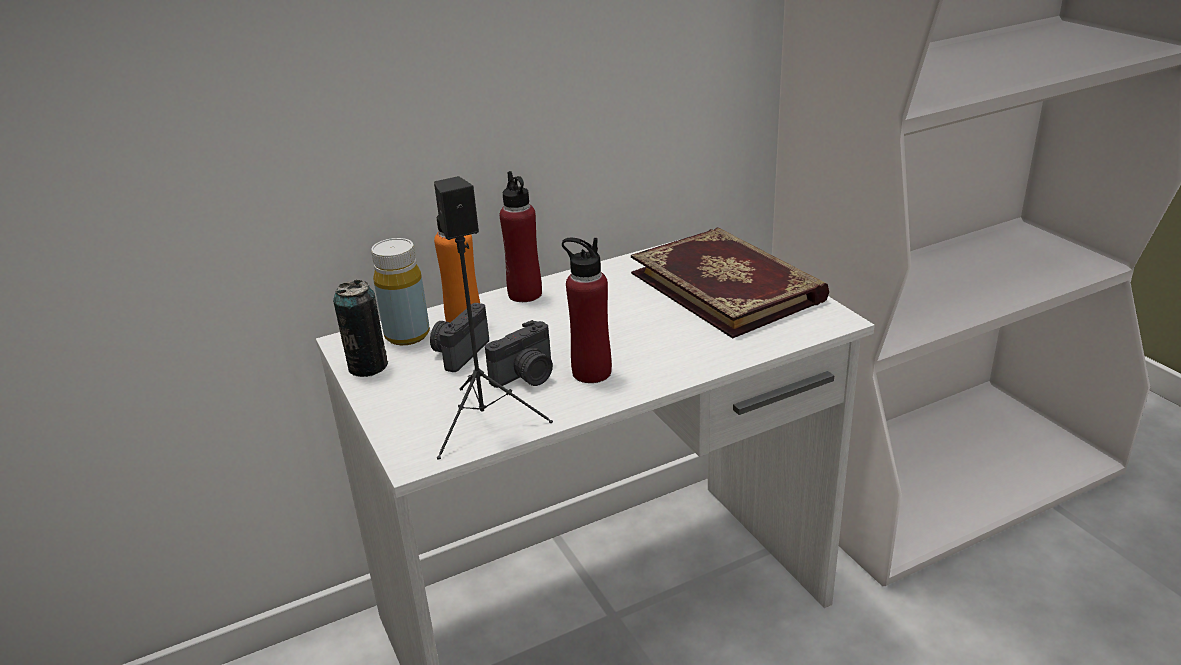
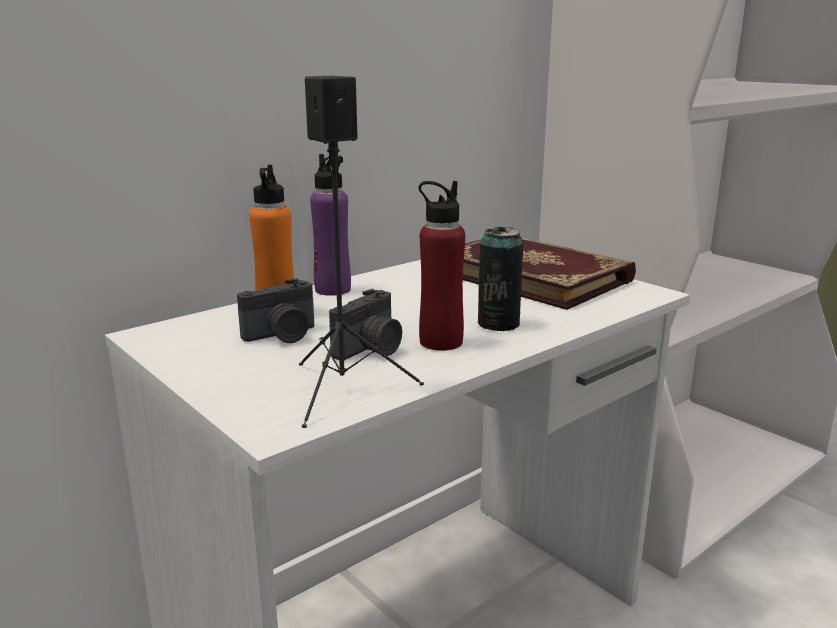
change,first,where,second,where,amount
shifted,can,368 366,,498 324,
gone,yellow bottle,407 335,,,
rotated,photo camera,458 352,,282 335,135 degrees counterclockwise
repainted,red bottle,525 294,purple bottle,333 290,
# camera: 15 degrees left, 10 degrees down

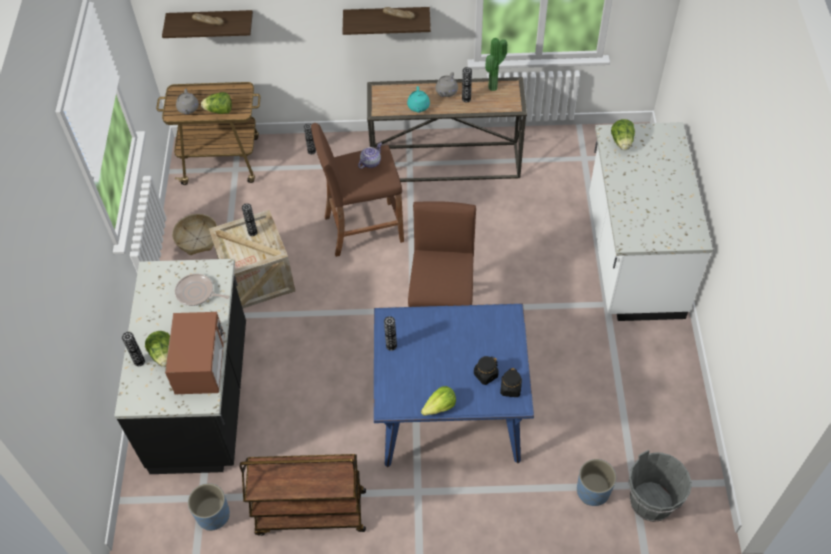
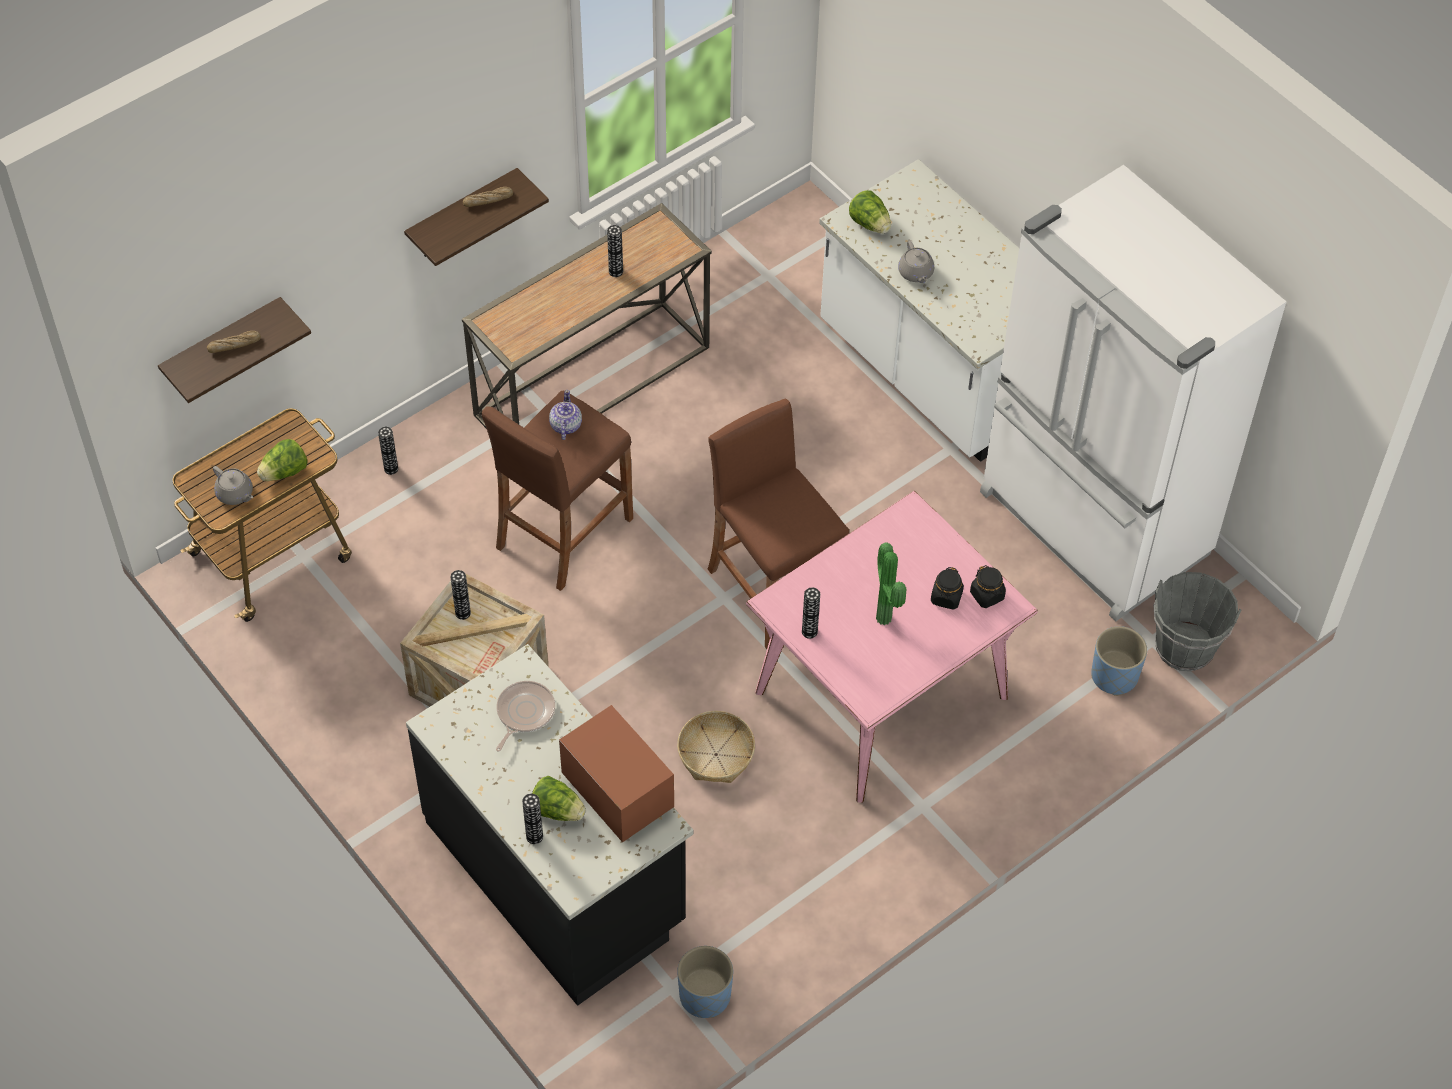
change,first,where,second,where,amount
shifted,basket,197 238,,715 754,
rotated,frying pan,197 293,,523 713,135 degrees clockwise
gone,brown cart,310 513,,,
repainted,blue dining table,451 414,pink dining table,882 693,
gone,turquoise teapot,418 107,,,
gone,lettuce,439 407,,,
shifted,grey teapot,446 92,,916 273,
shifted,potted plant,494 88,,886 617,
new,,,white fridge,1092 526,
# camera: 40 degrees left, 0 degrees up

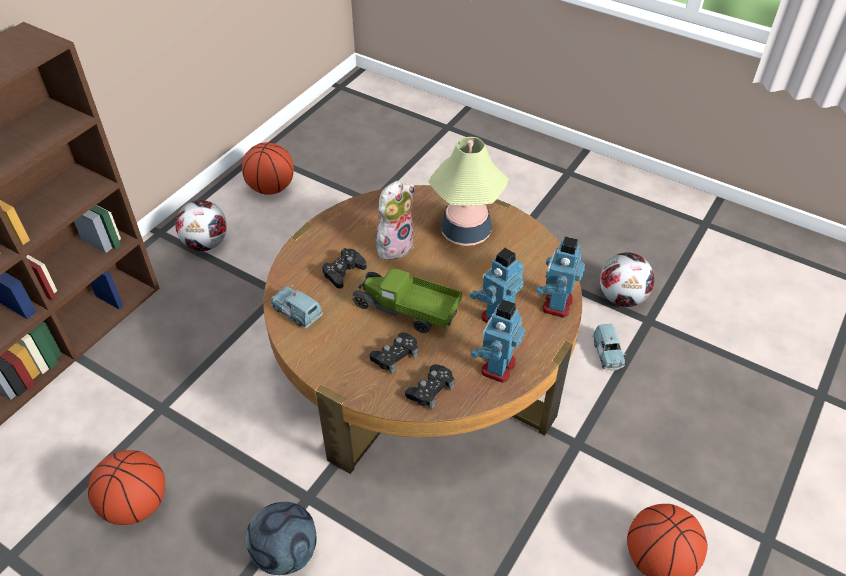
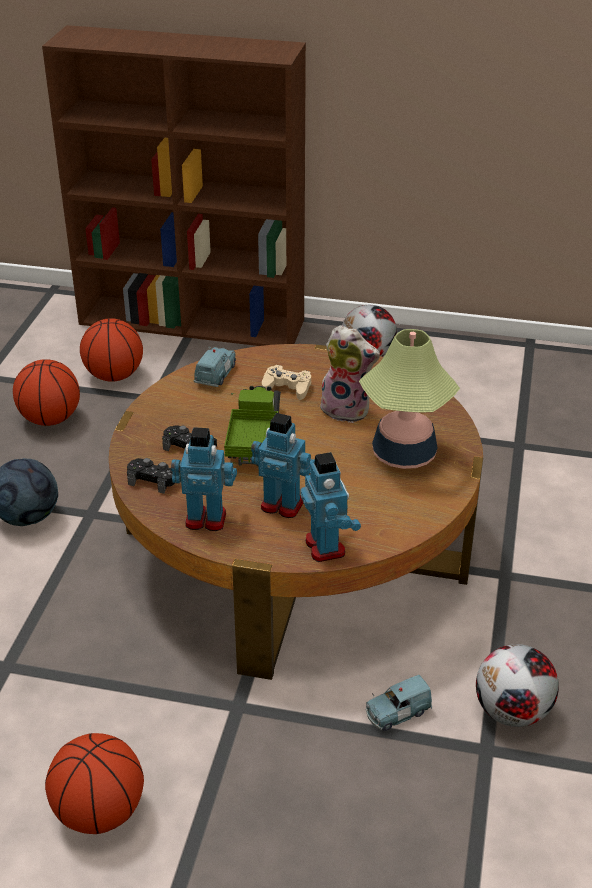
change,first,where,second,where,amount
shifted,basketball,271 188,,114 376,
repainted,black game controller,343 271,beige game controller,287 387,
rotated,toy robot,556 304,,326 547,75 degrees clockwise
# camera: 70 degrees right, 10 degrees down

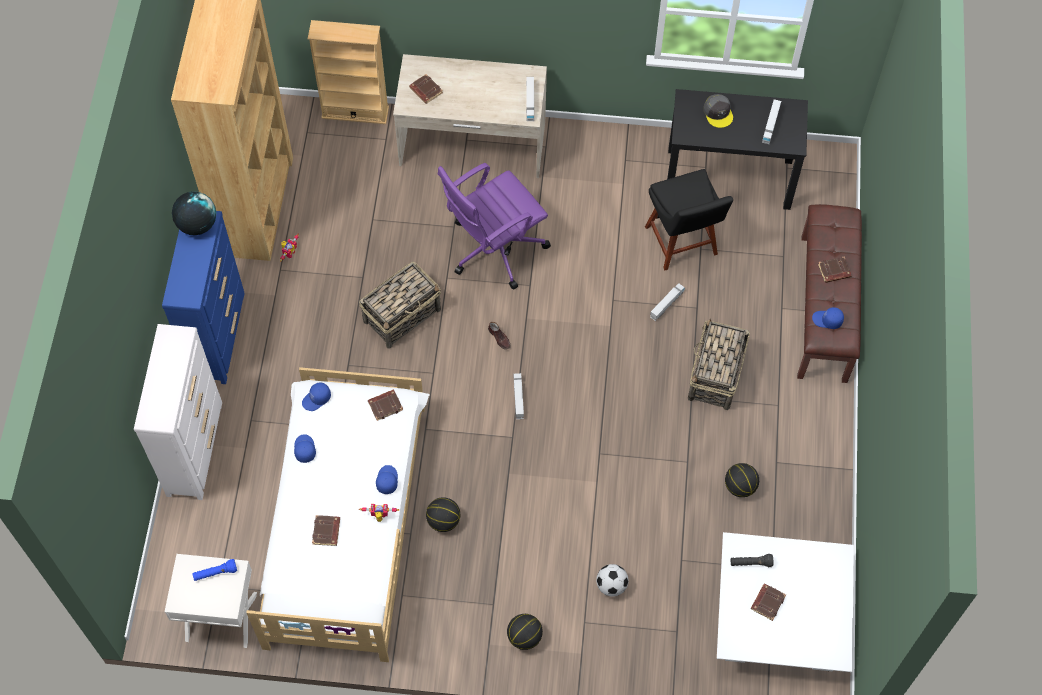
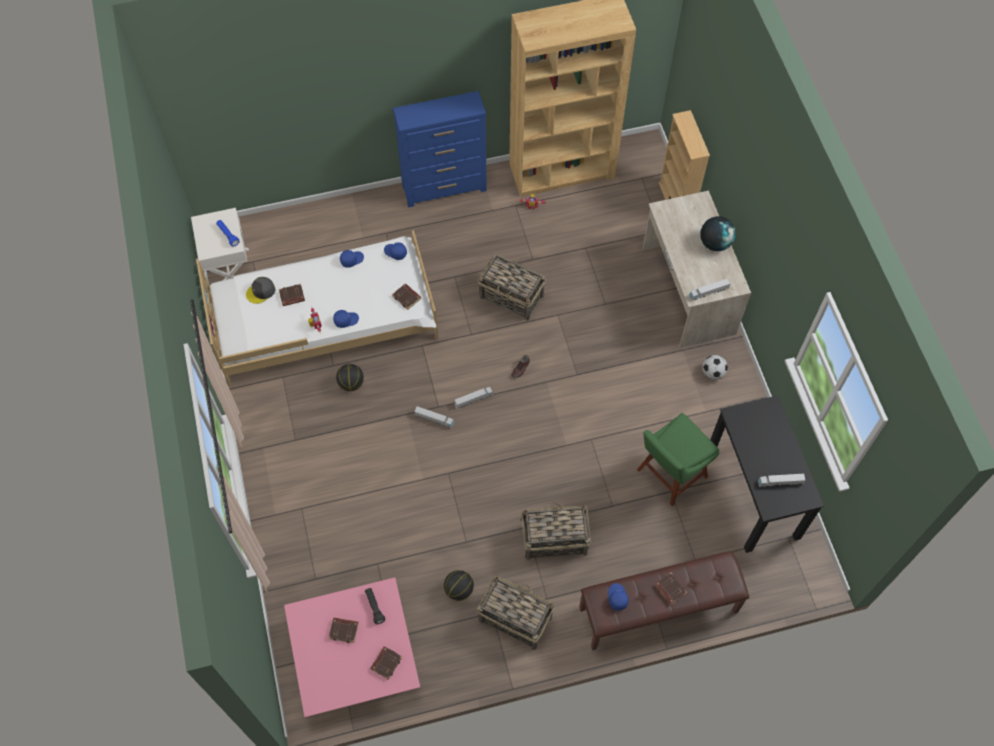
change,first,where,second,where,amount
gone,white dresser,195 447,,,
shifted,globe,197 224,,715 243,
shifted,brown book,425 90,,386 663,
gone,purple office chair,494 249,,,
gone,basketball,524 637,,,
shifted,football,611 585,,712 373,
repainted,black chair,682 243,green chair,669 475,
shifted,toy truck,667 304,,434 419,
shifted,grey cap,718 113,,261 292,
repainted,white coffee table,779 615,pink coffee table,354 654,
new,,,basket,514 618,
# camera: 70 degrees right, 0 degrees up

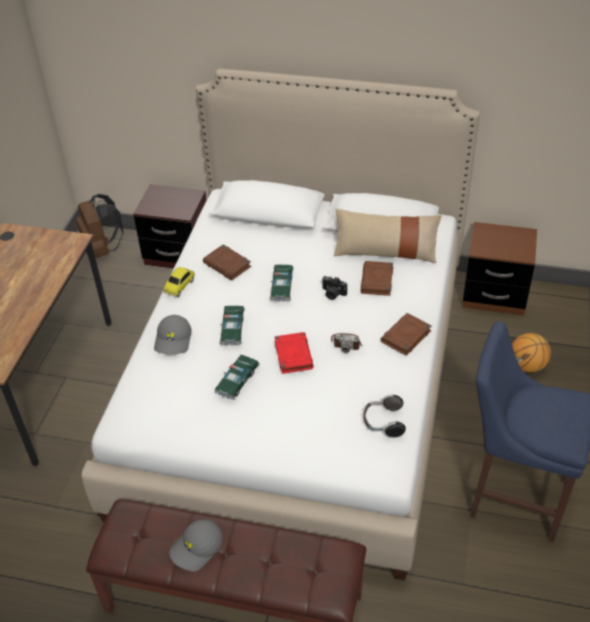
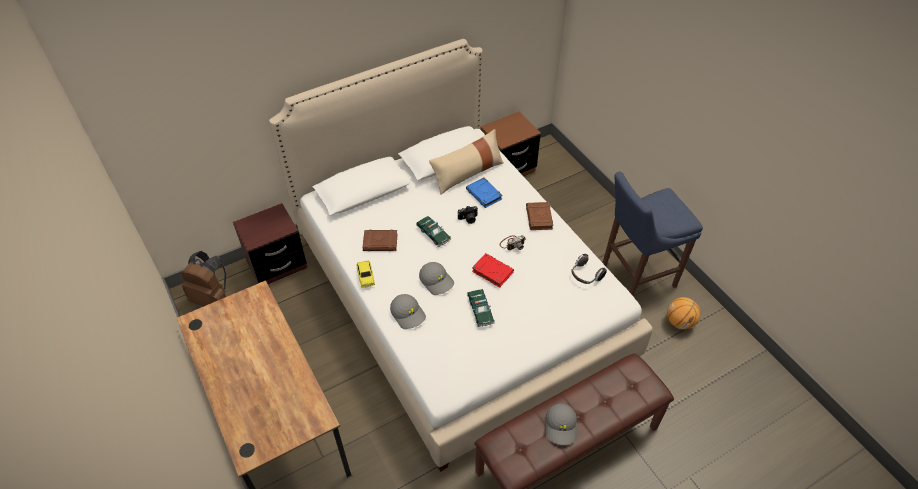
change,first,where,second,where,amount
swapped,toy car,232 329,grey cap,437 281,
repainted,brown book,377 281,blue book,484 194,
shifted,basketball,527 366,,680 322,
# camera: 45 degrees left, 5 degrees up

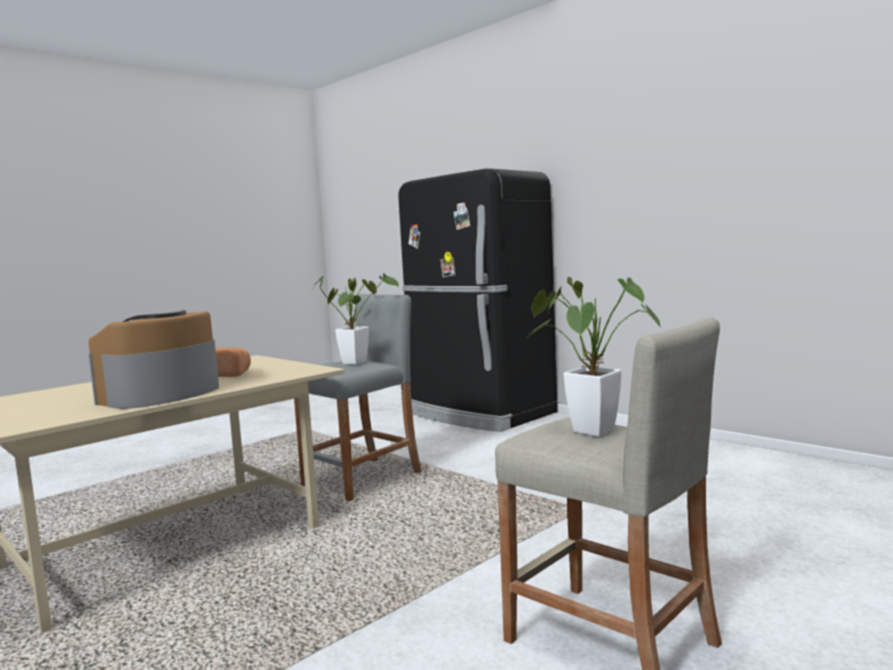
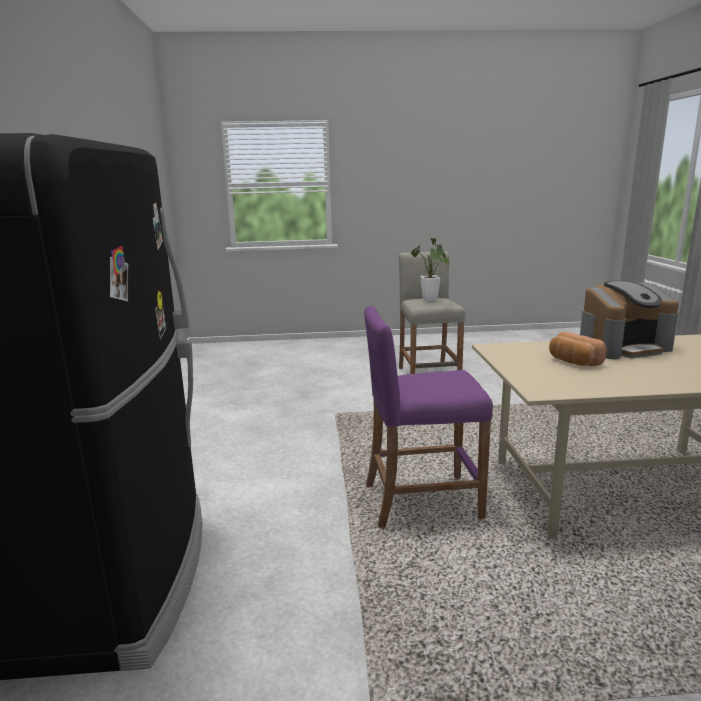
change,first,where,second,where,amount
repainted,grey stool,363 479,purple stool,421 501,
gone,potted plant,358 362,,,
# camera: 140 degrees left, 10 degrees up

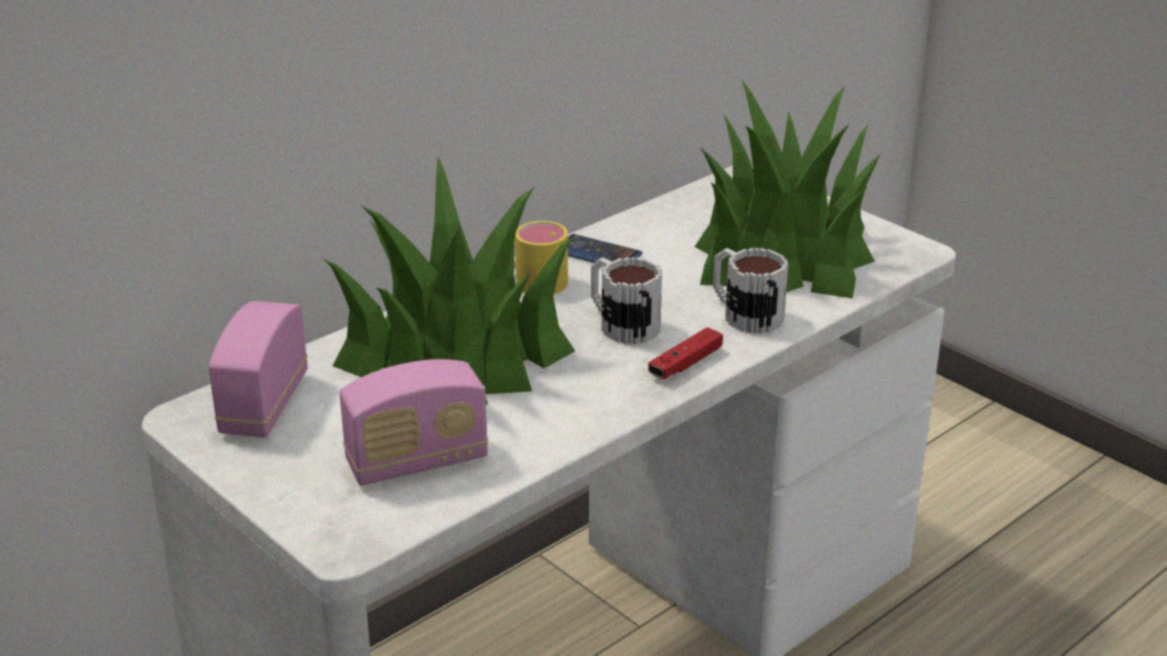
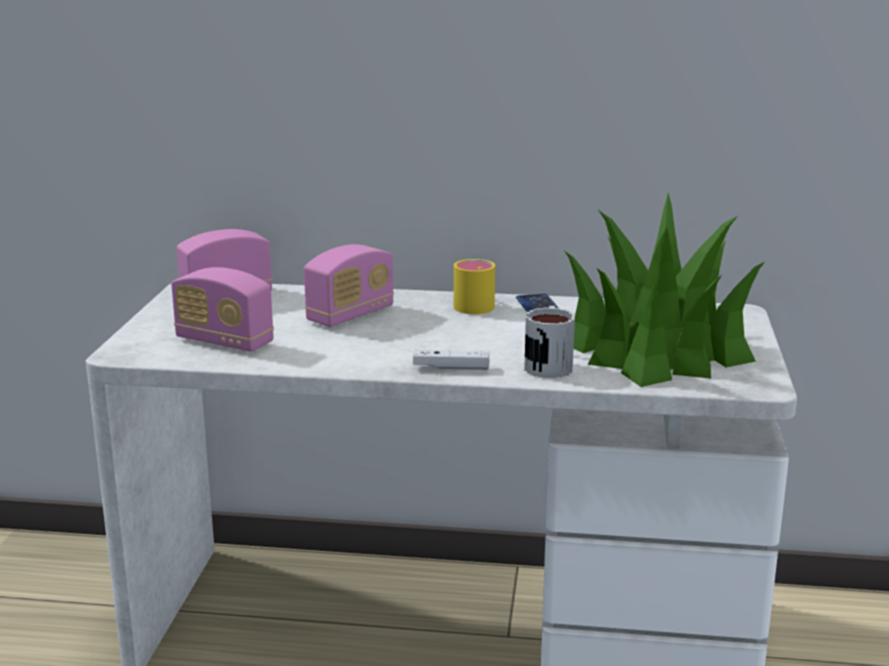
change,first,where,second,where,amount
swapped,potted plant,456 355,radio,350 315,
gone,mug,621 323,,,
repainted,red game controller,685 364,white game controller,451 368,
# camera: 50 degrees right, 10 degrees down

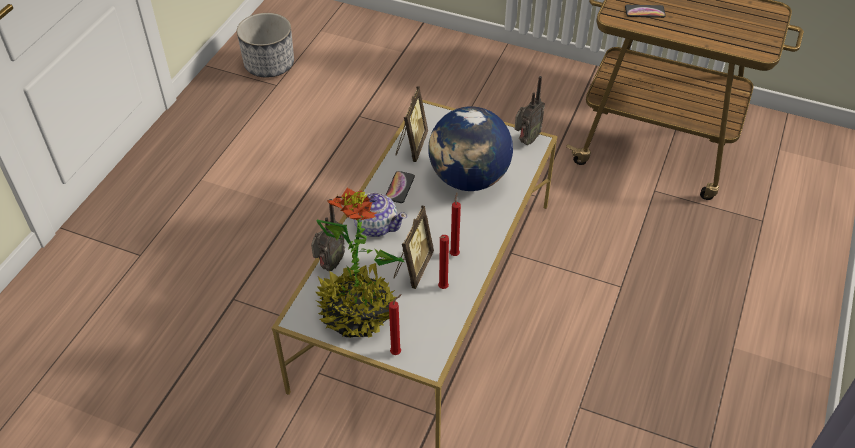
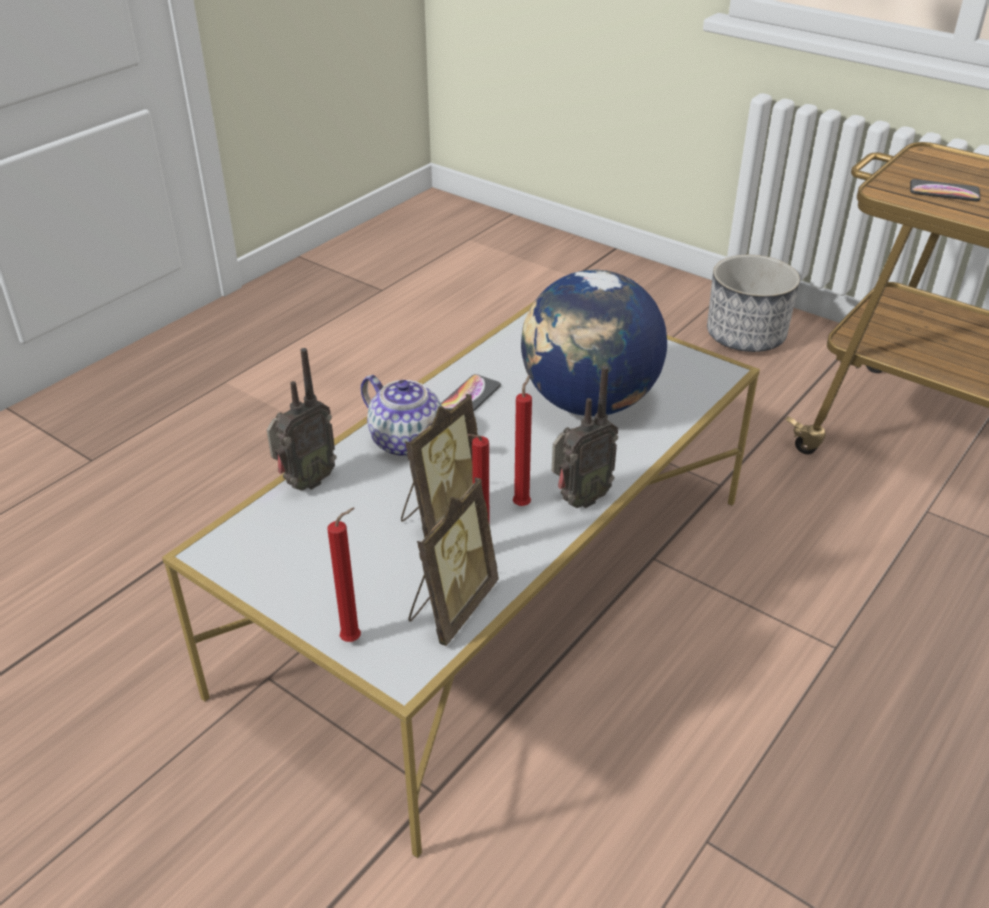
change,first,where,second,where,amount
shifted,planter,270 65,,746 336,
gone,potted plant,358 312,,,
shifted,picture frame,411 146,,451 607,
shifted,radio,526 140,,578 500,
# camera: 15 degrees right, 10 degrees down

